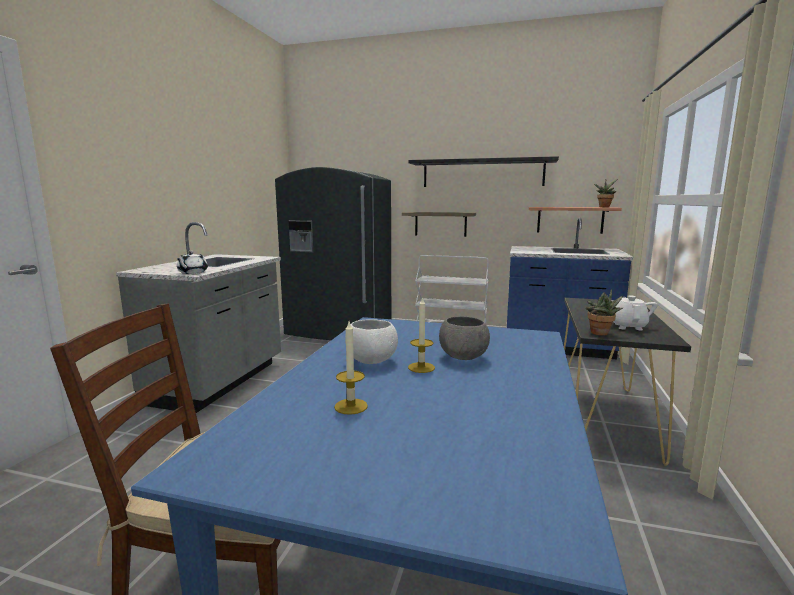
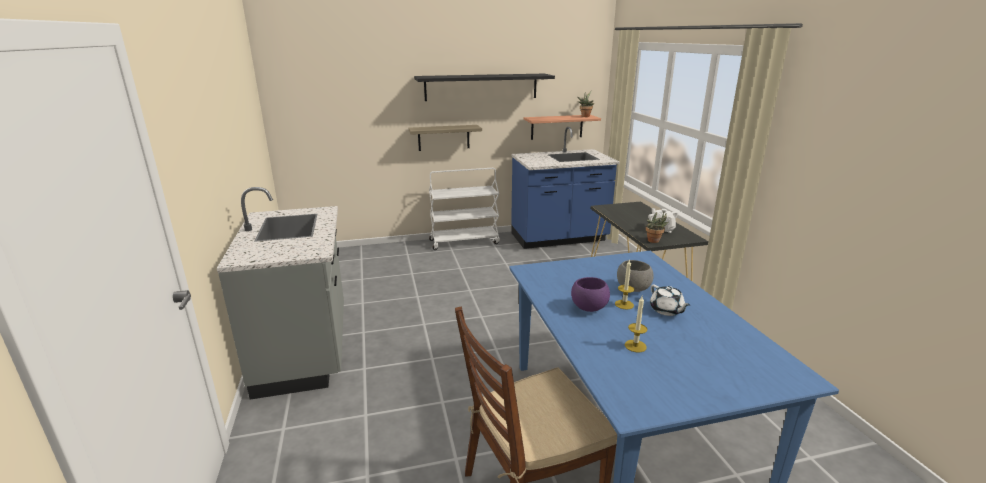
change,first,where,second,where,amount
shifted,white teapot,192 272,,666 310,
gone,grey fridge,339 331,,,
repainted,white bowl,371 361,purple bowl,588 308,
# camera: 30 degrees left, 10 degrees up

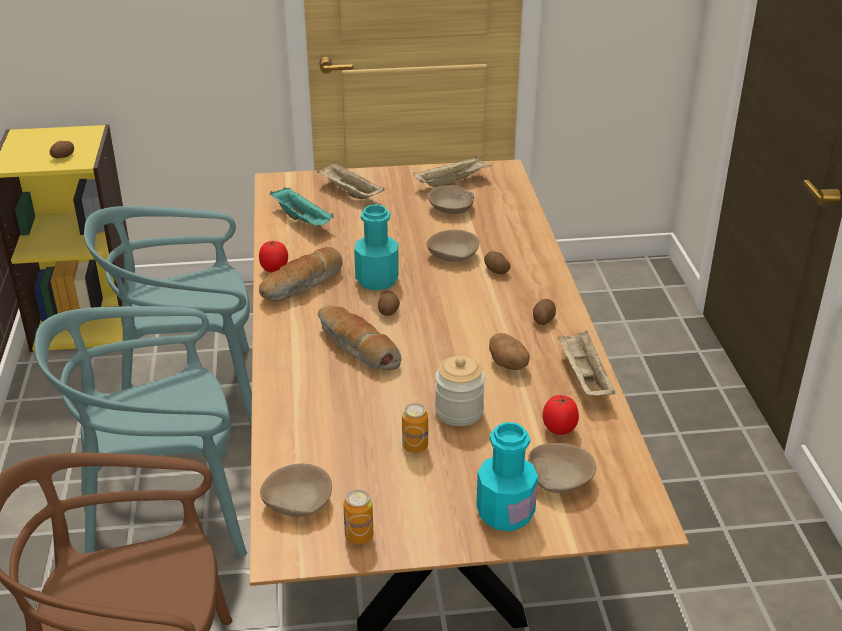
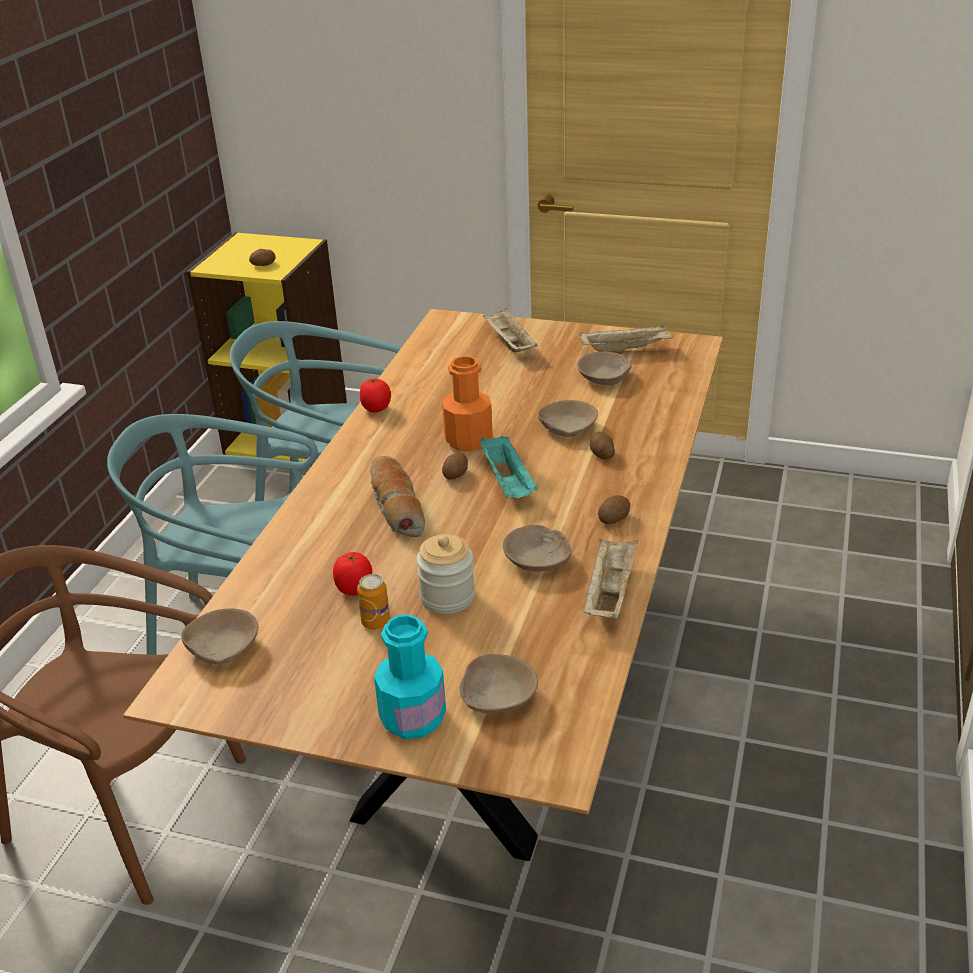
change,first,where,second,where,amount
gone,bread,303 285,,,
shifted,turquoise tray,303 220,,508 483,
gone,can,359 536,,,
repainted,turquoise bottle,377 280,orange bottle,468 440,
swapped,potato,509 365,beige bowl,538 560,
shifted,tomato,559 428,,355 589,
# camera: 25 degrees right, 0 degrees up

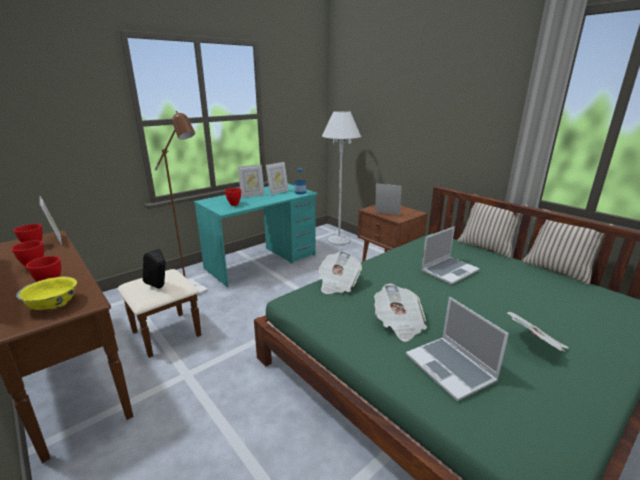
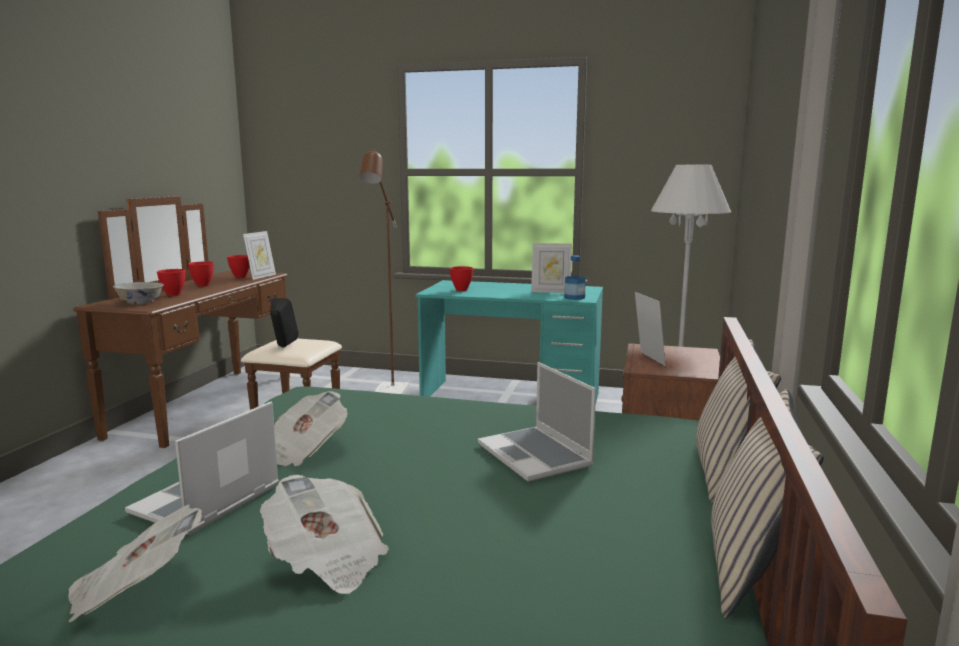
change,first,where,second,where,amount
repainted,yellow bowl,52 304,white bowl,140 302,
gone,picture frame,252 195,,,
shifted,newspaper,337 283,,135 591,
rotated,laptop,449 271,,536 456,45 degrees clockwise
# camera: 55 degrees right, 10 degrees down

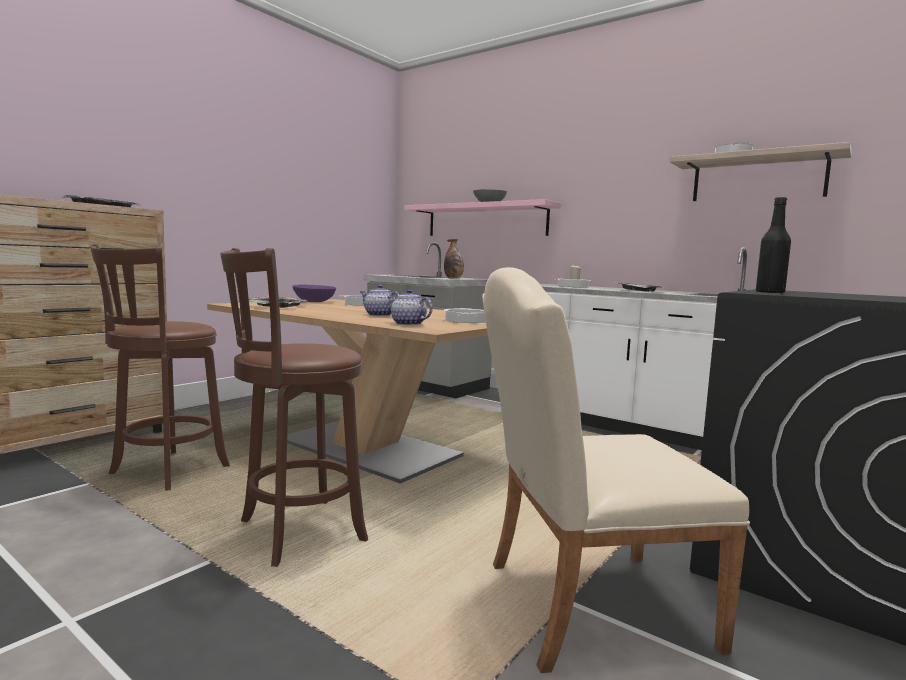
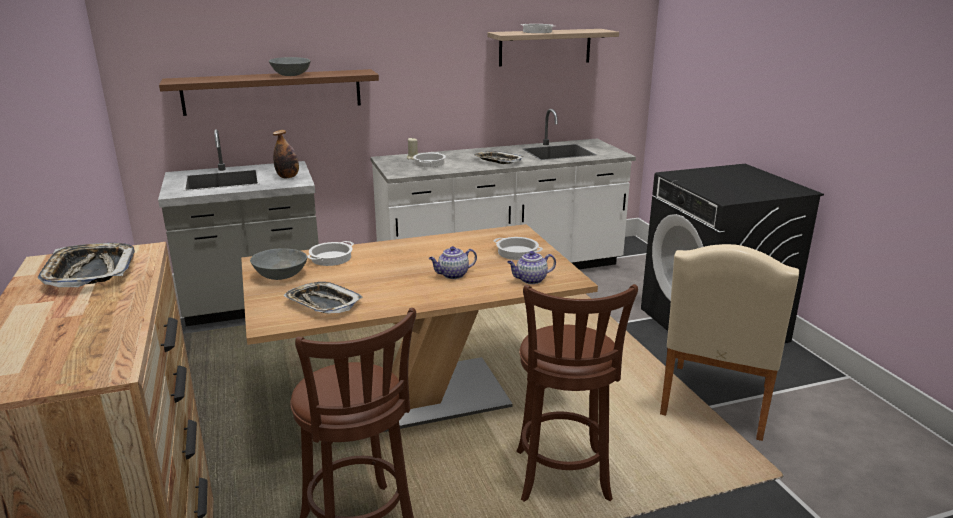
change,first,where,second,where,amount
repainted,purple bowl,313 302,grey bowl,280 276,
repainted,pink shelf,485 220,brown shelf,273 92,
gone,black bottle,770 293,,,
# camera: 55 degrees left, 15 degrees up

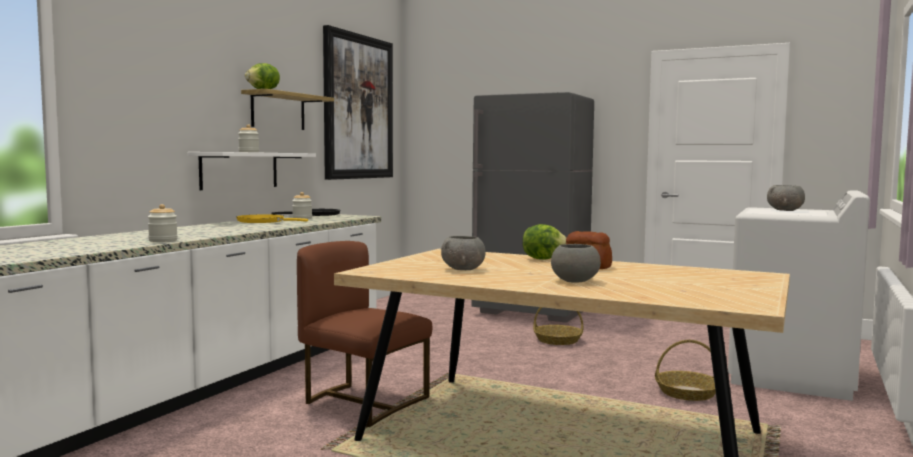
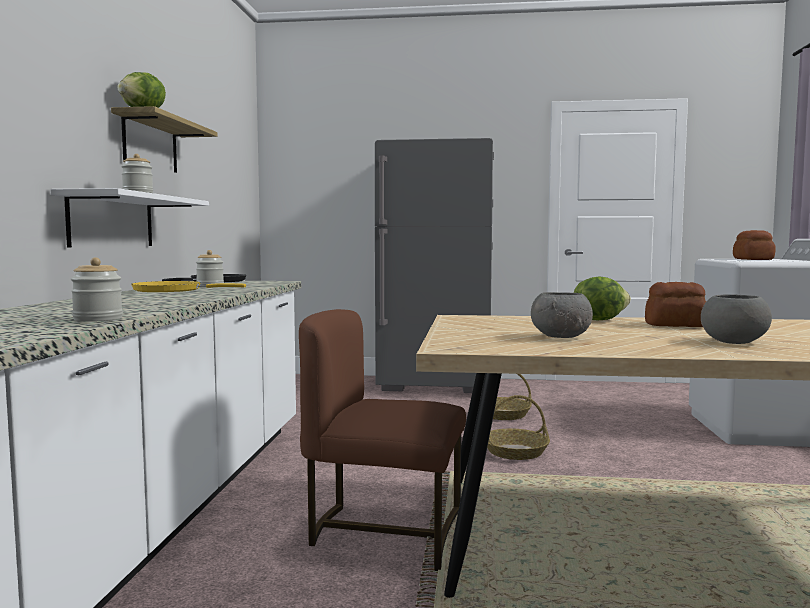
change,first,where,second,where,amount
gone,picture,358 107,,,
shifted,basket,687 393,,515 451,
swapped,grey bowl,785 210,bread,753 259,
# camera: 20 degrees left, 0 degrees up

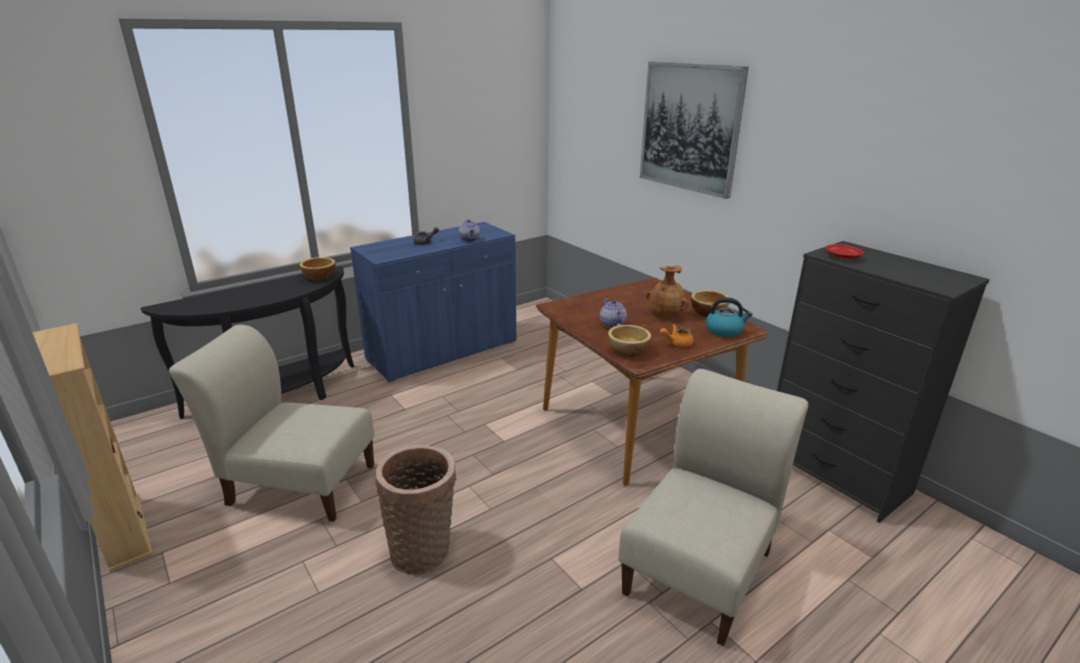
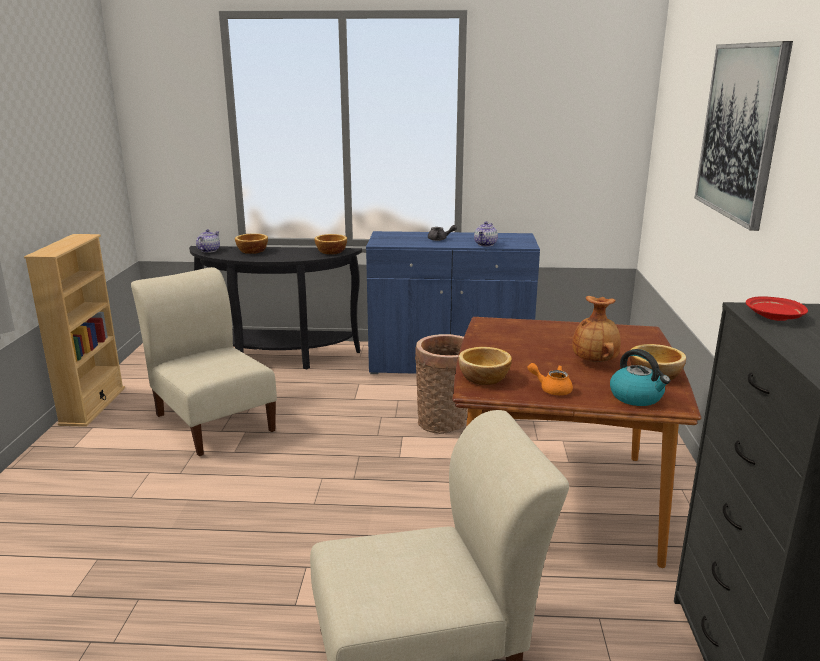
change,first,where,second,where,amount
shifted,basket,423 549,,445 422,
shifted,teapot,612 324,,209 250,
new,,,bowl,252 251,
# camera: 40 degrees right, 5 degrees down

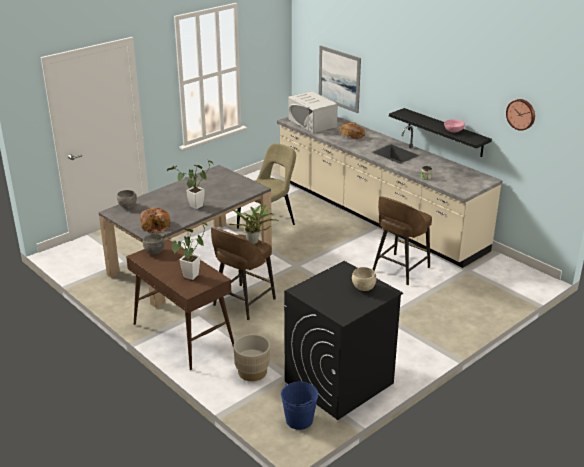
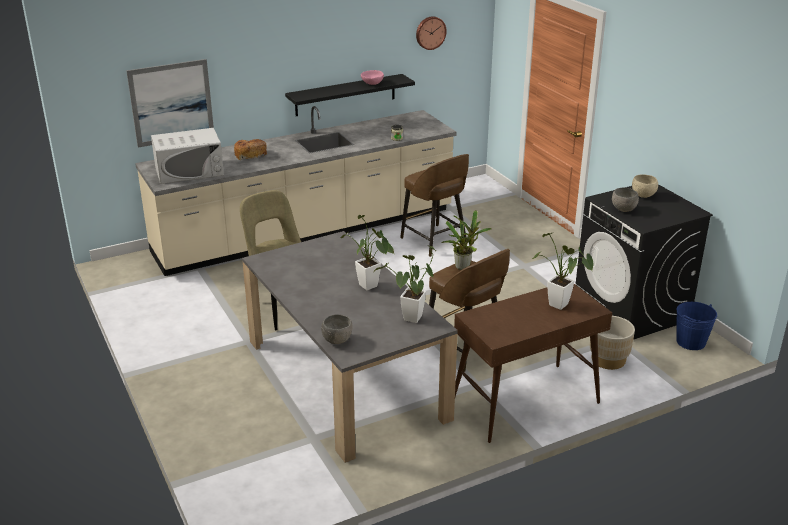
change,first,where,second,where,amount
swapped,bread,156 225,potted plant,410 320,
shifted,grey bowl,154 252,,624 210,
# camera: 75 degrees left, 0 degrees up

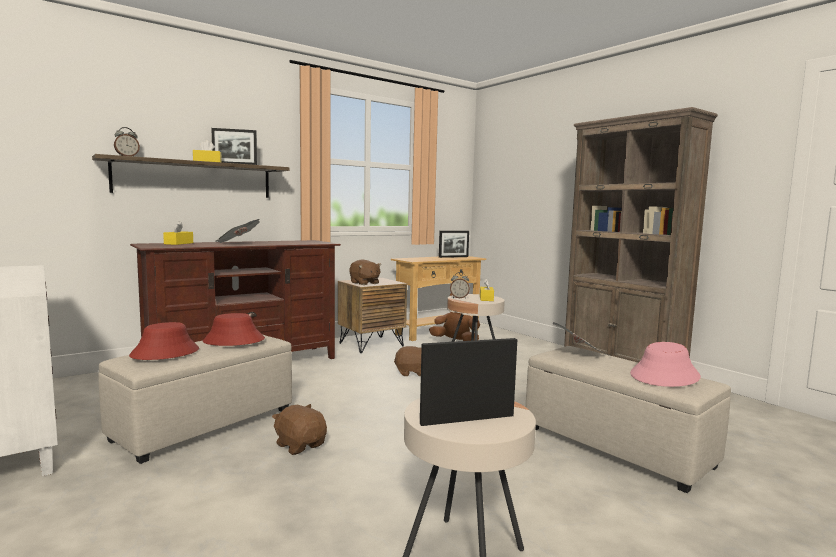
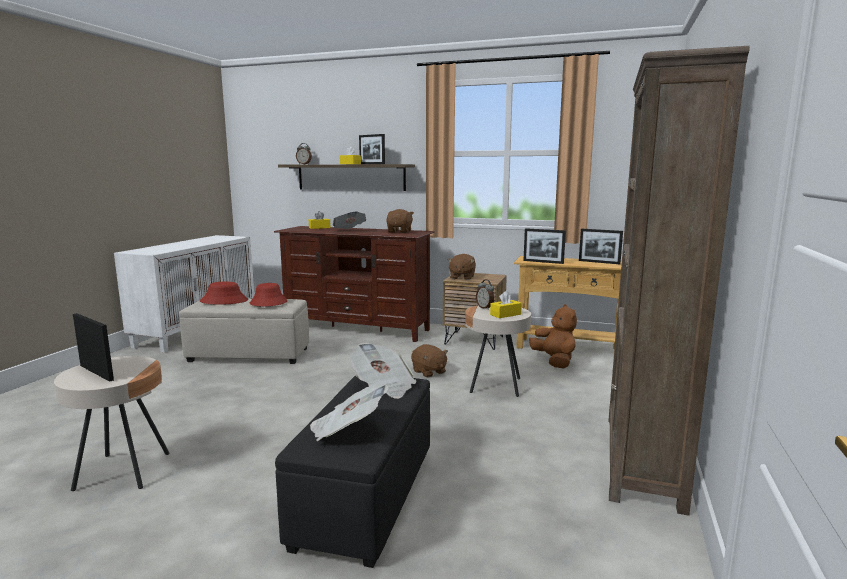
change,first,where,second,where,amount
shifted,brown plush toy,300 445,,400 231,
repainted,beige ottoman,614 446,black ottoman,366 495,
swapped,pink hat,665 376,newspaper,347 430,
new,,,picture frame,543 262,
# camera: 55 degrees right, 5 degrees up

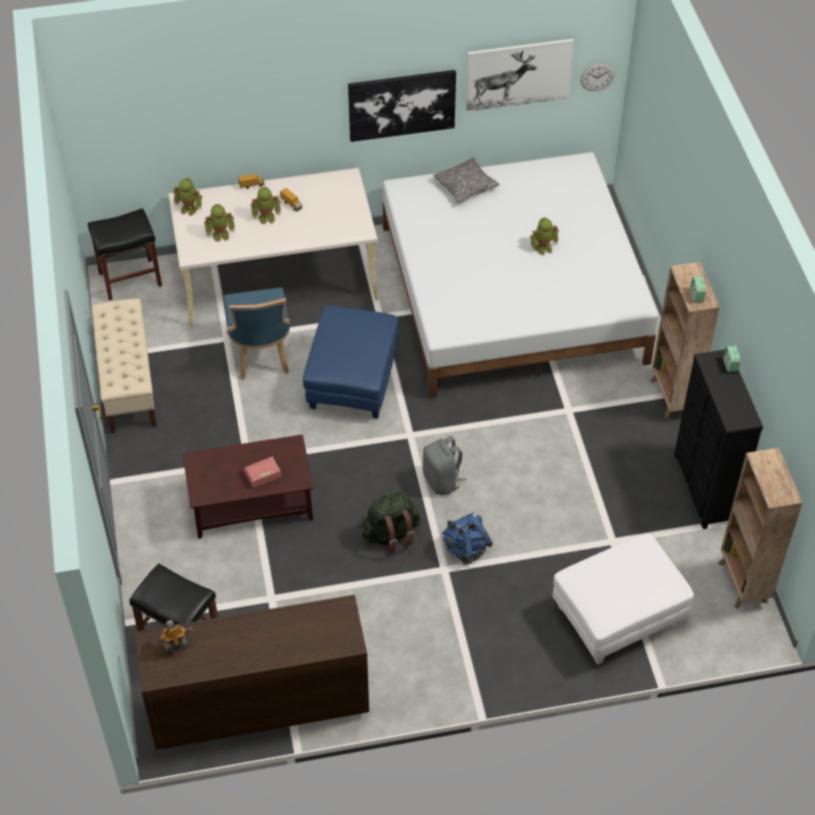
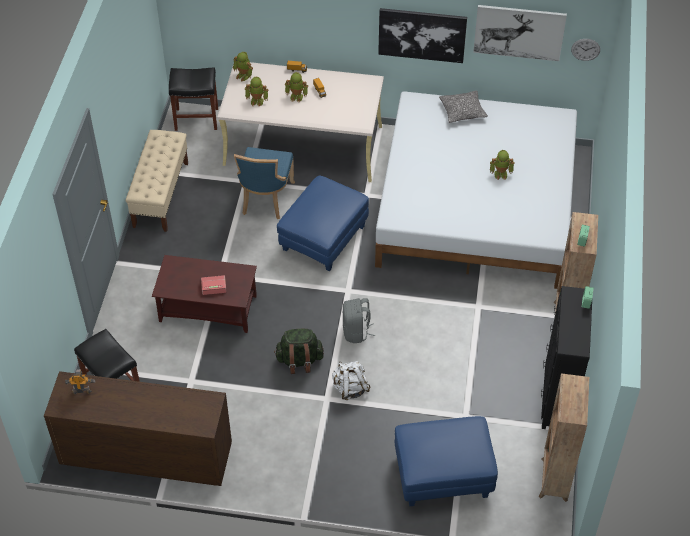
change,first,where,second,where,amount
repainted,blue backpack,465 549,white backpack,350 388,
repainted,white ottoman,618 617,blue ottoman,442 475,
# camera: 20 degrees right, 0 degrees up

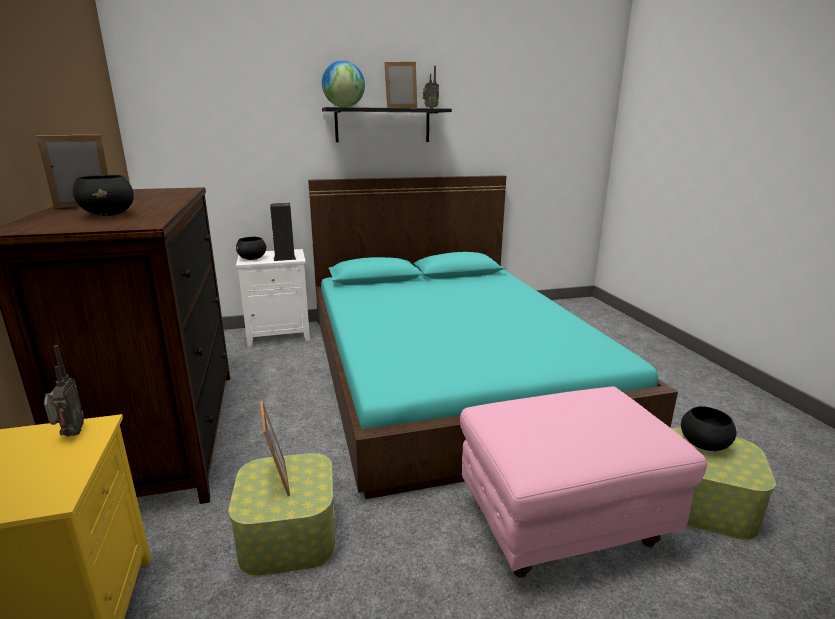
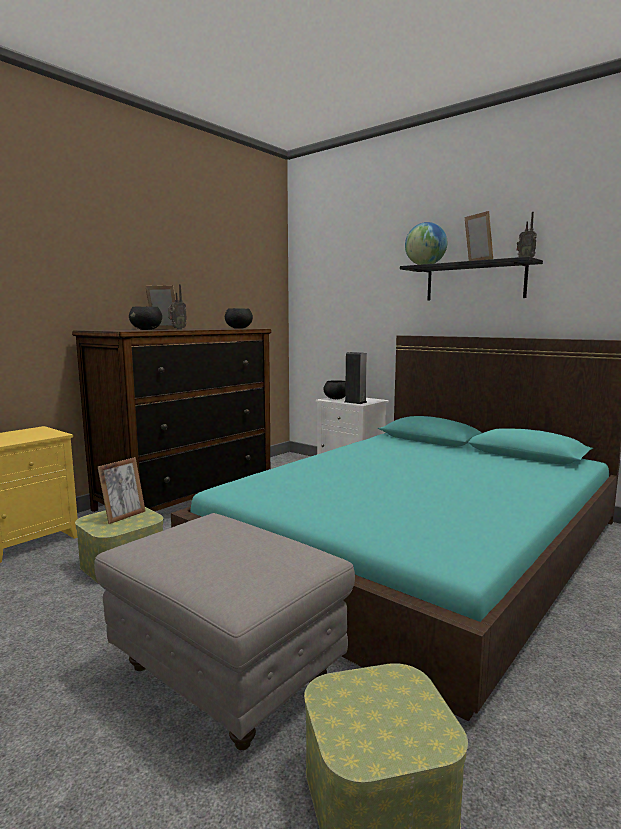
change,first,where,second,where,amount
shifted,radio,70 434,,177 329,
repainted,pink ottoman,562 524,grey ottoman,228 676,
shifted,black bowl,703 445,,238 328,
# camera: 55 degrees right, 10 degrees down

